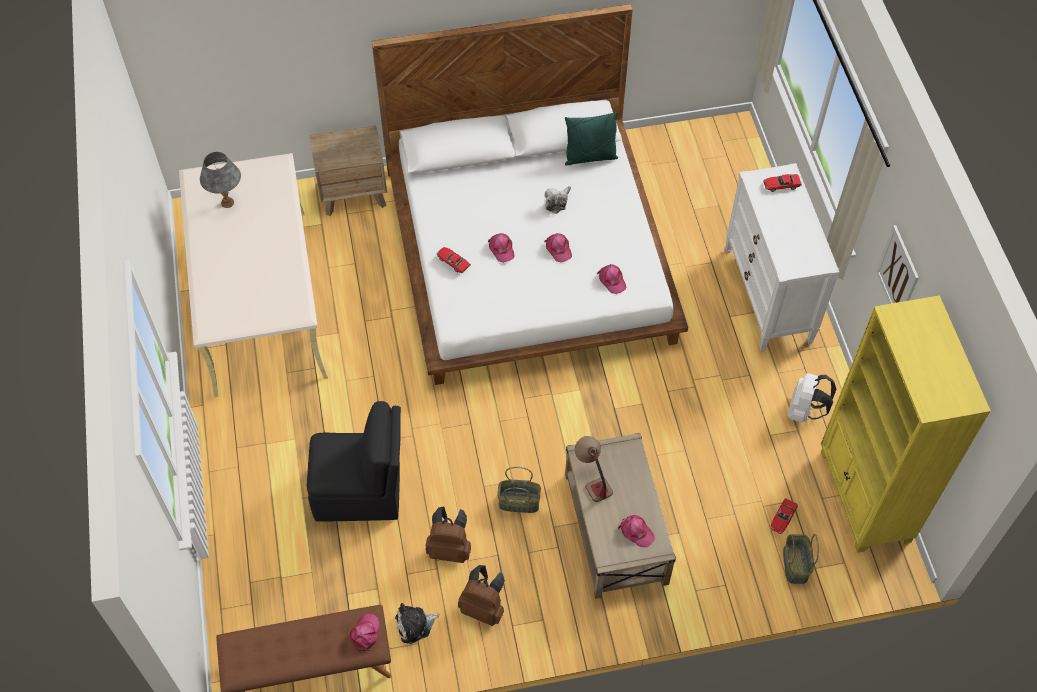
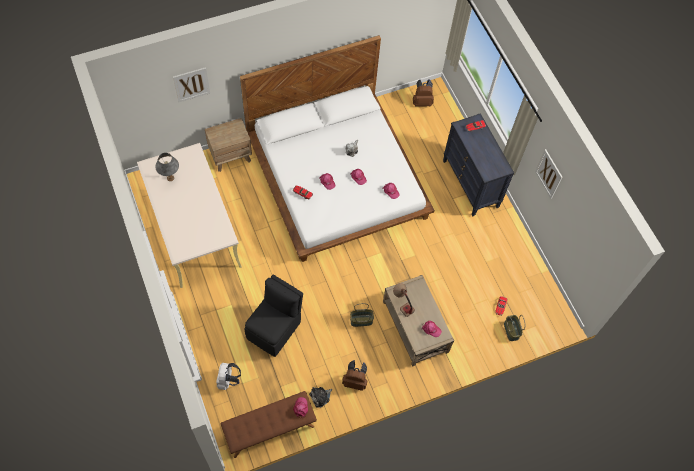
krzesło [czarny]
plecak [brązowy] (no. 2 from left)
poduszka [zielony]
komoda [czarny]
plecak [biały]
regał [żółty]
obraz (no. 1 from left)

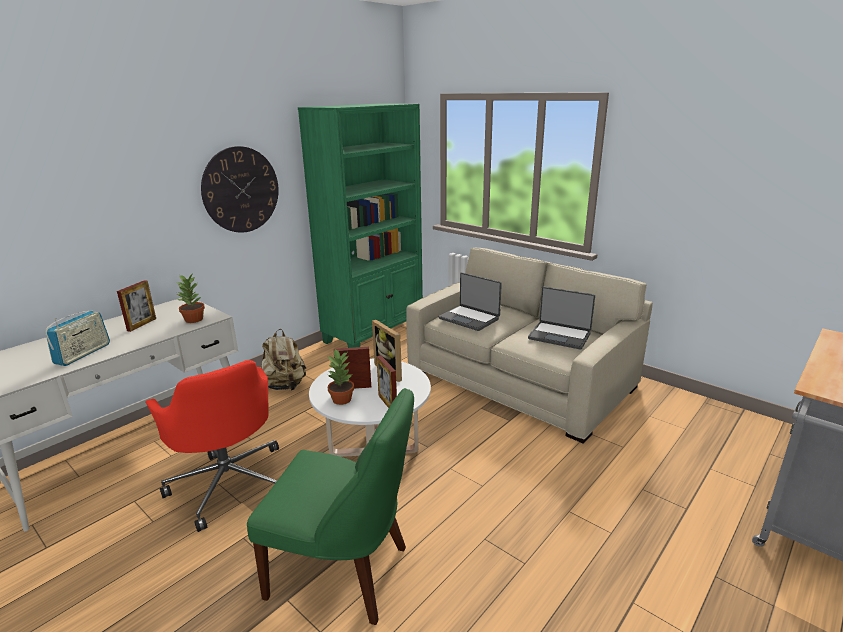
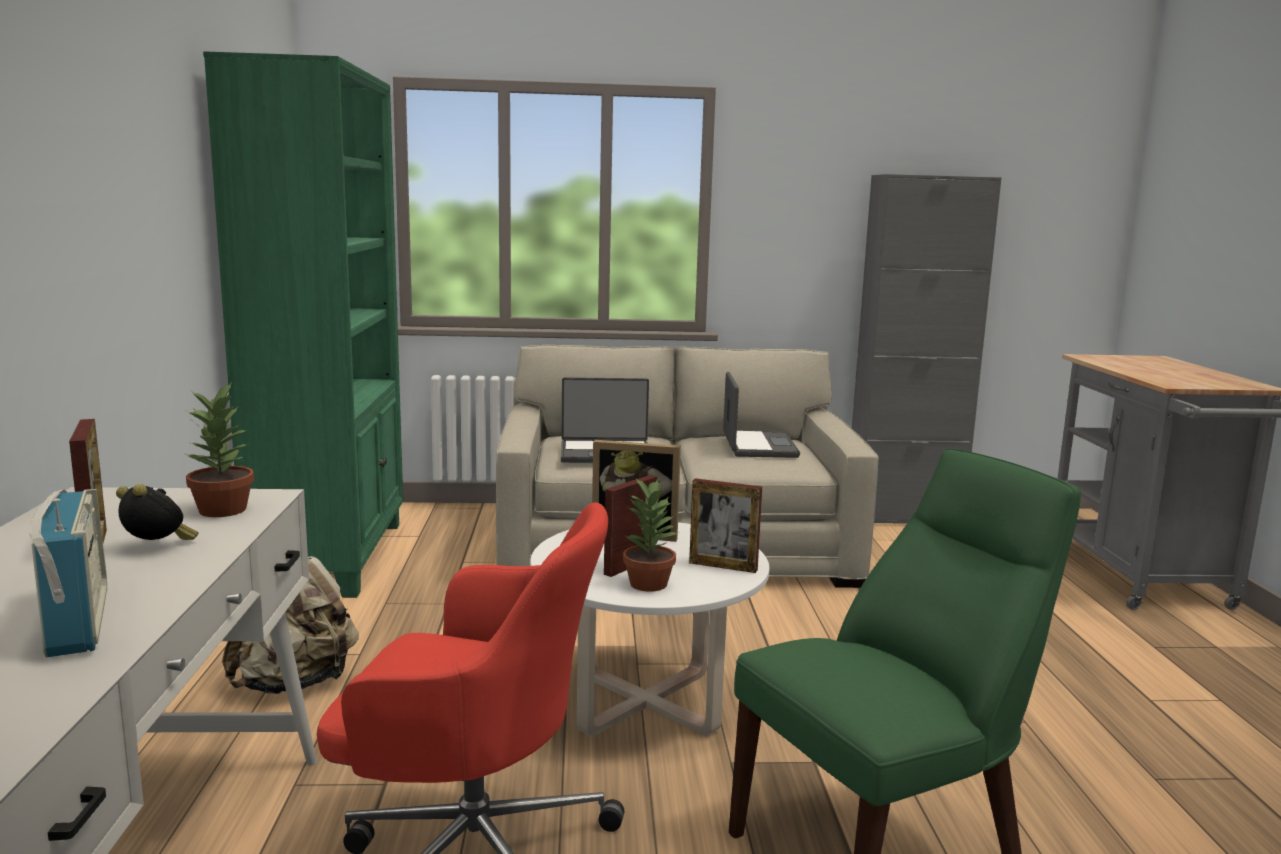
zegar ścienny
laptop (no. 2 from left)
budzik
szafka [szary]

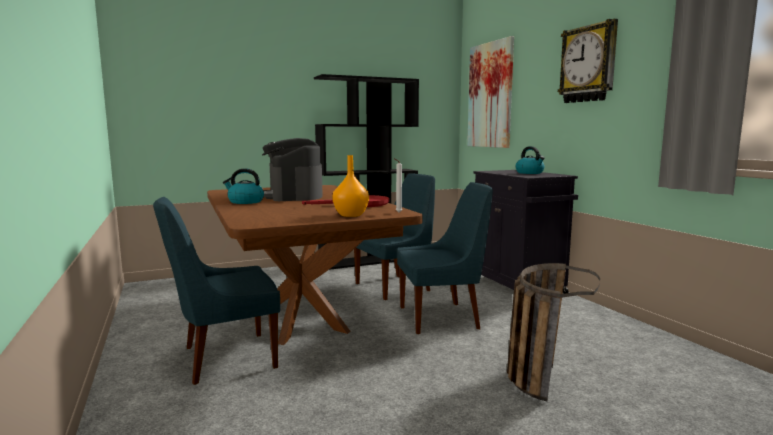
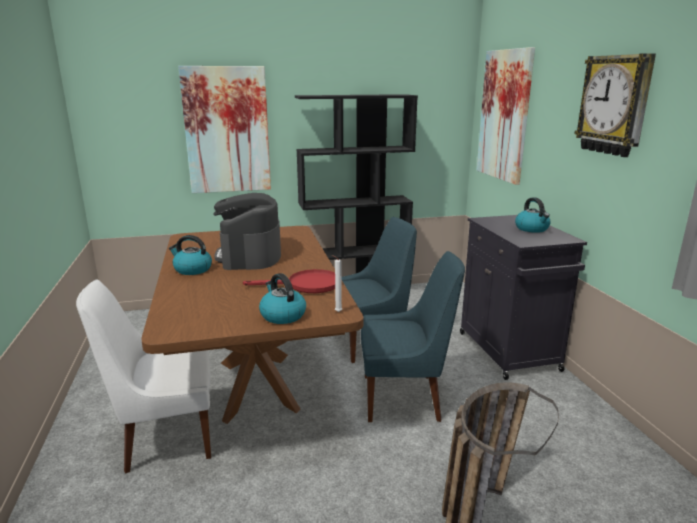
krzesło [biały]
czajnik (no. 2 from left)
obraz (no. 1 from left)

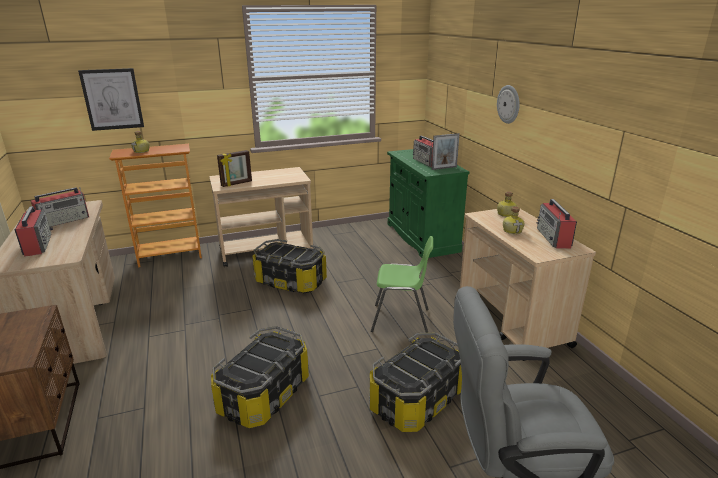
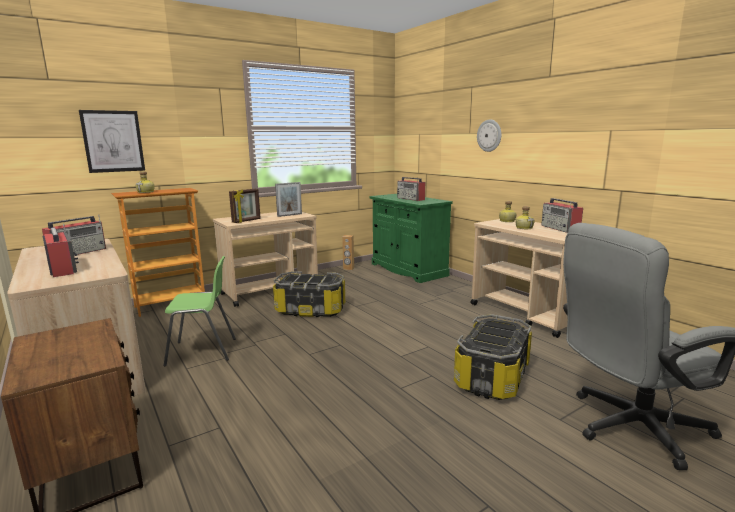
pojemnik do przechowywania (no. 1 from left in the first image)
krzesło [zielony]
ramka na zdjęcie (no. 2 from left)
głośnik [brązowy]

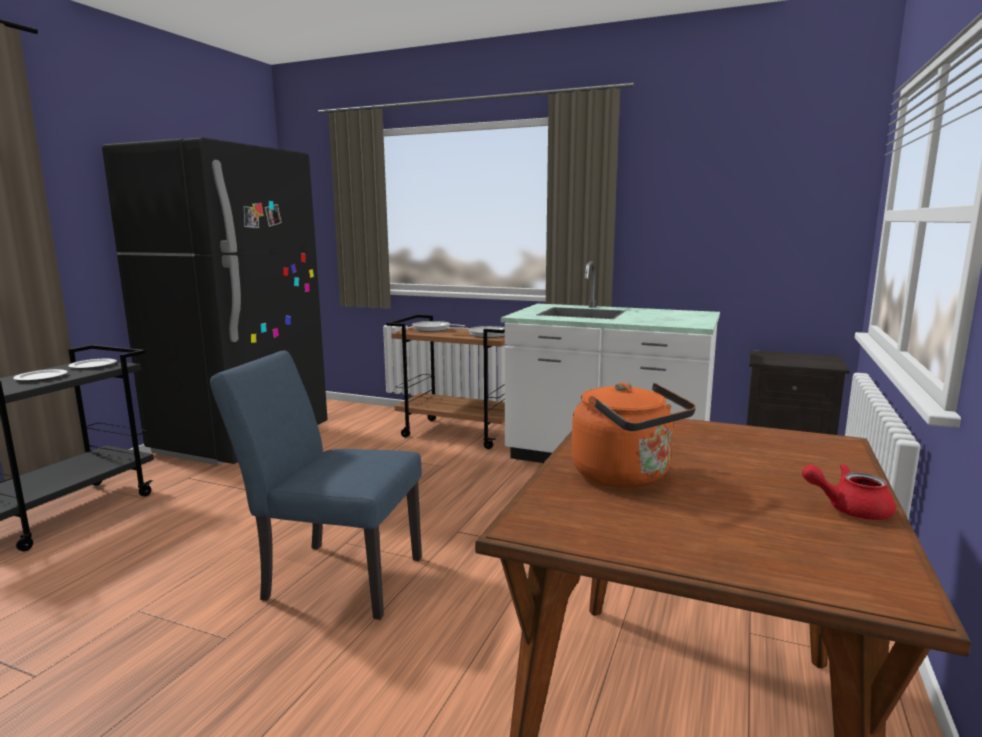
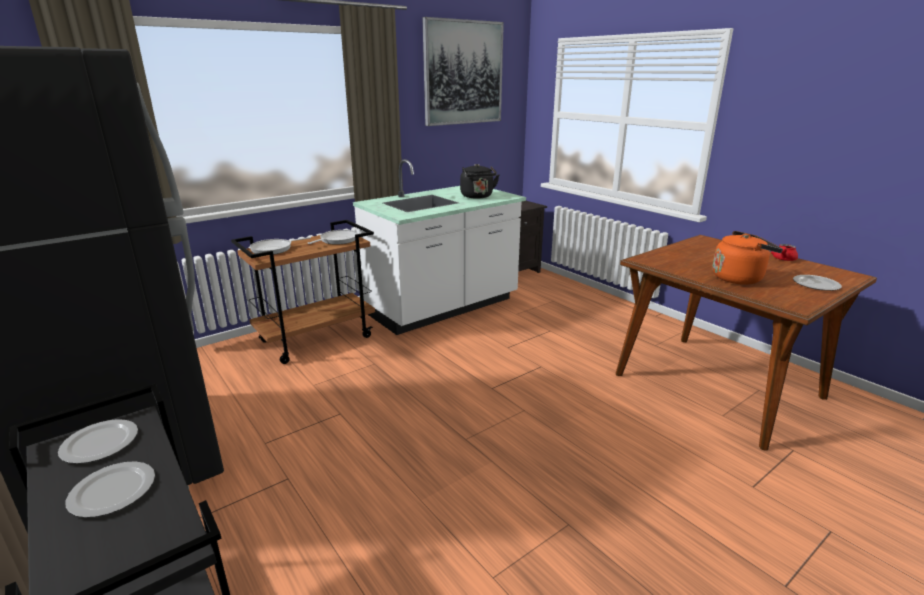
krzesło [niebieski]
obraz
czajnik [czarny]
talerz (no. 3 from left)

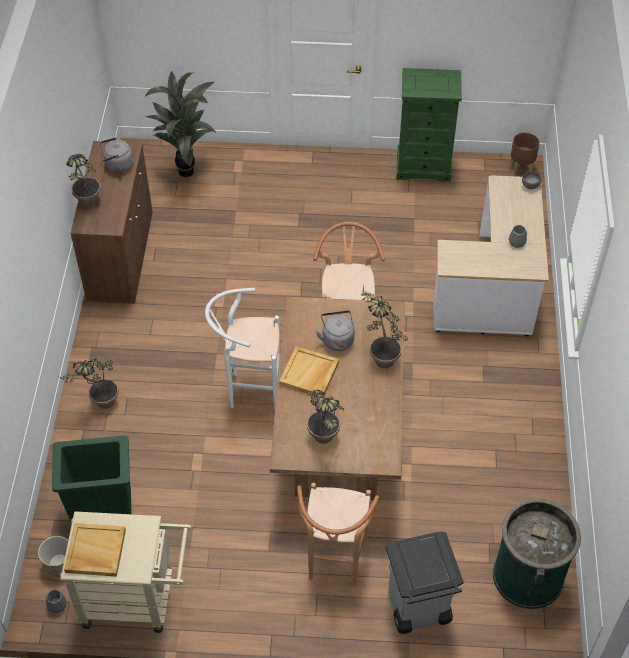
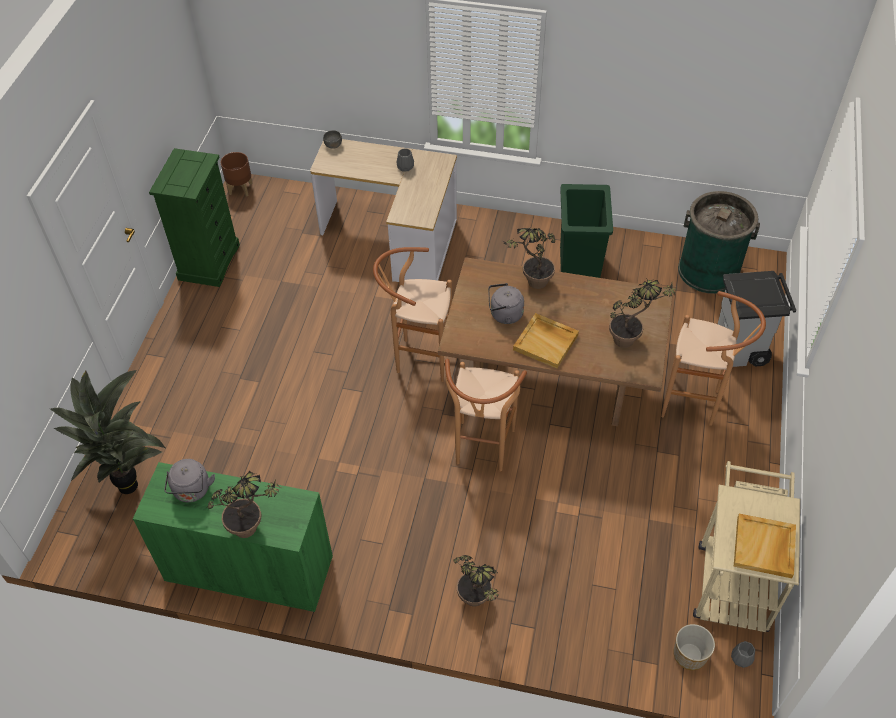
kosz na śmieci [zielony] (no. 1 from left)
szafka [zielony]
stołek [brązowy] (no. 2 from left)

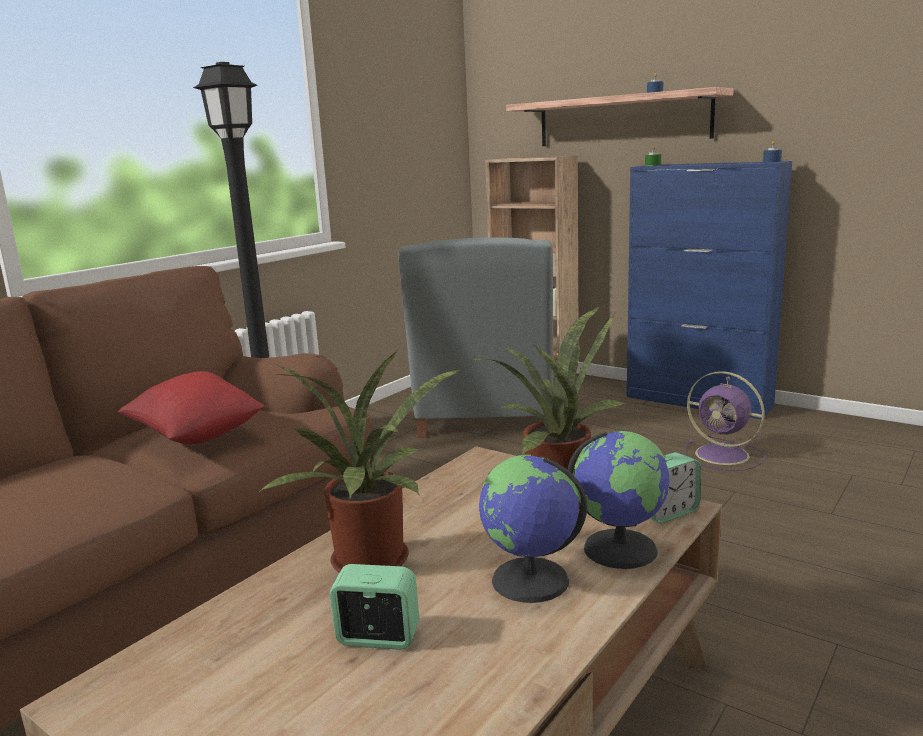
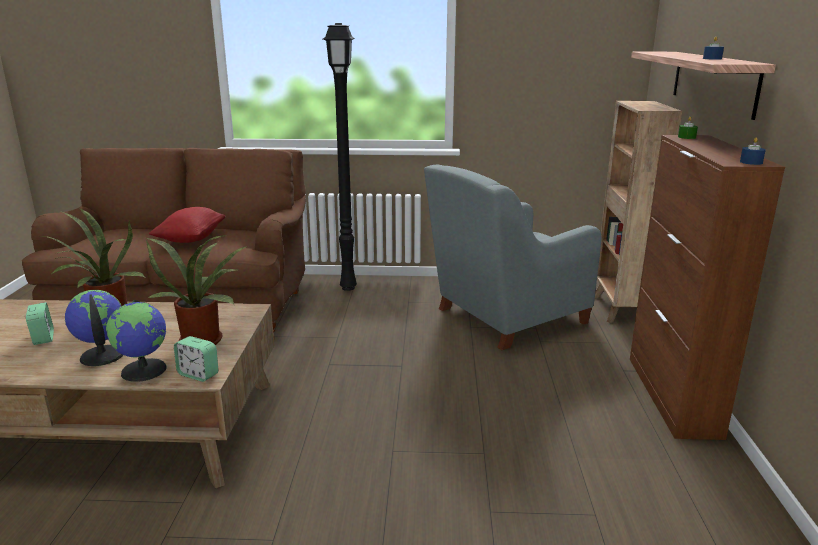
szafka [brązowy]
wentylator [fioletowy]

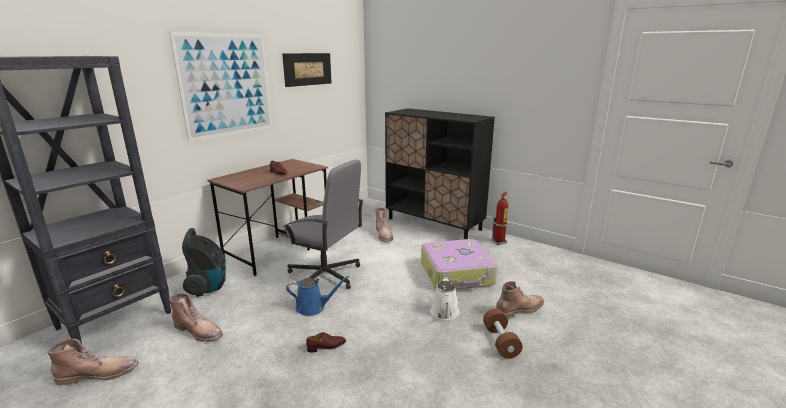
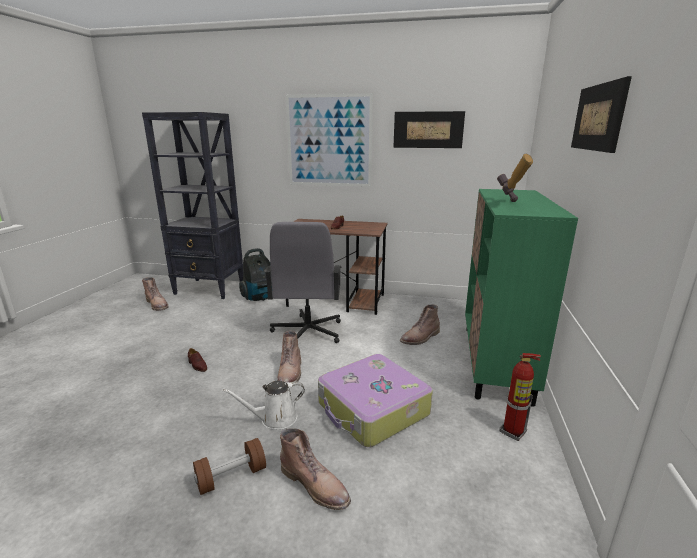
but z cholewką [brązowy] (no. 2 from left)
konewka [niebieski]
szafka [zielony]
młotek
obraz (no. 3 from left)

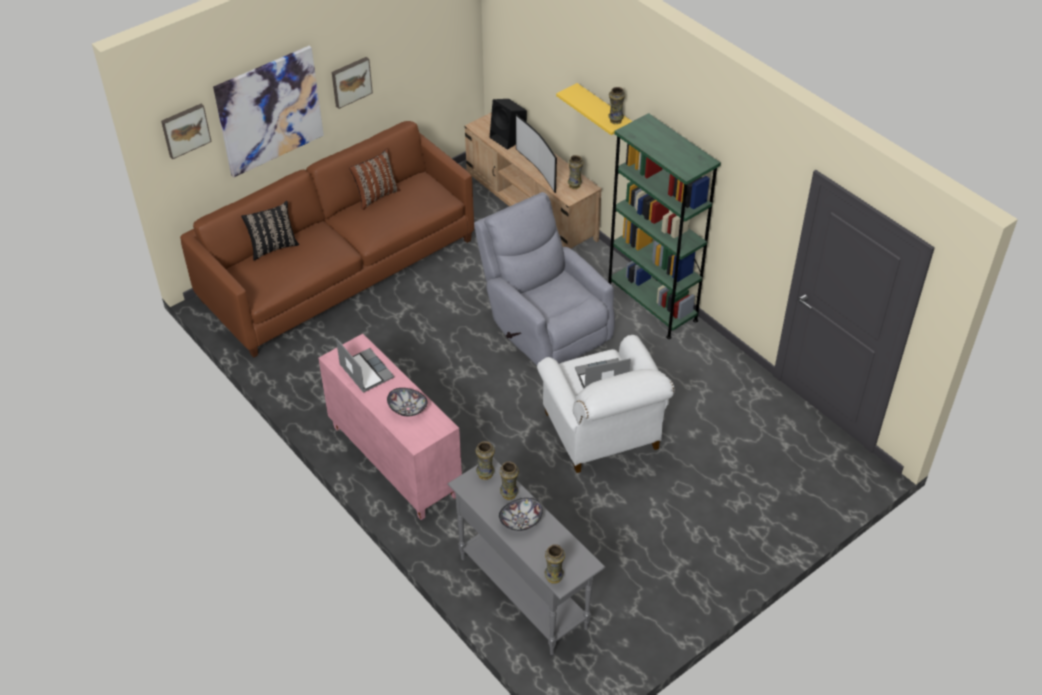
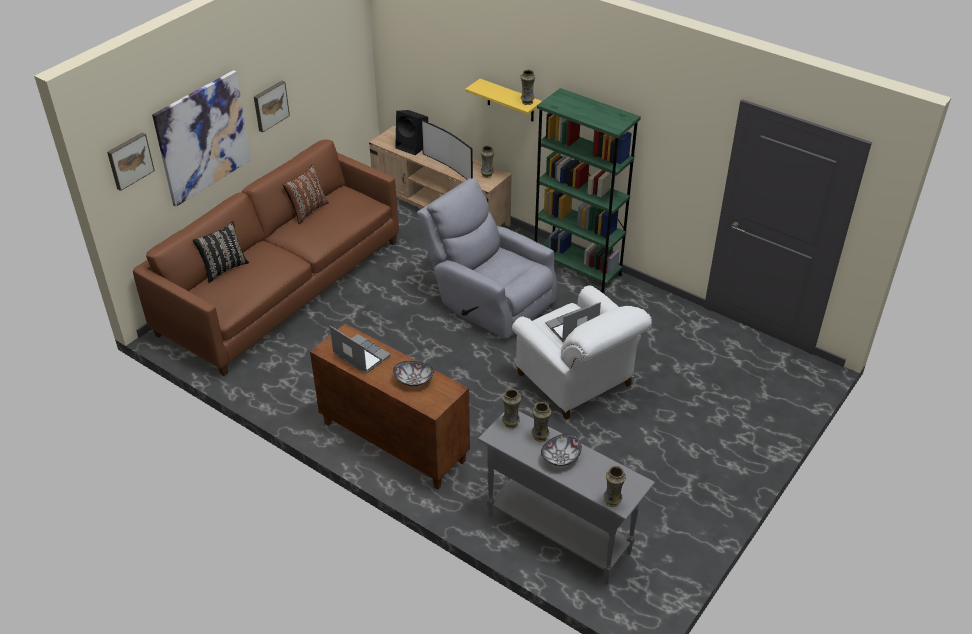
szafka [brązowy]

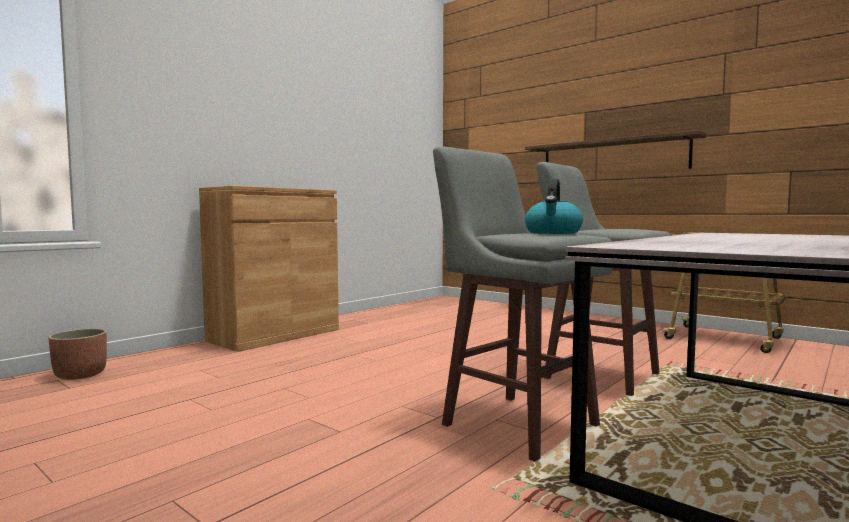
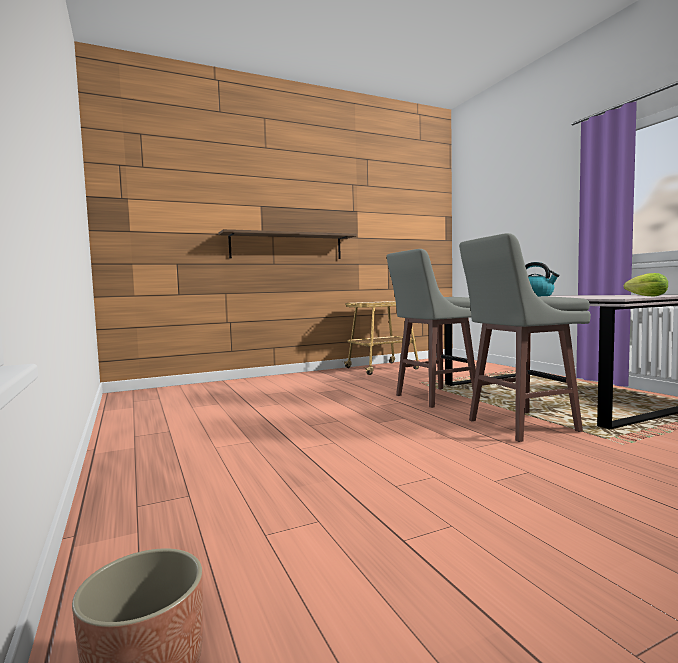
szafka [brązowy]
sałata

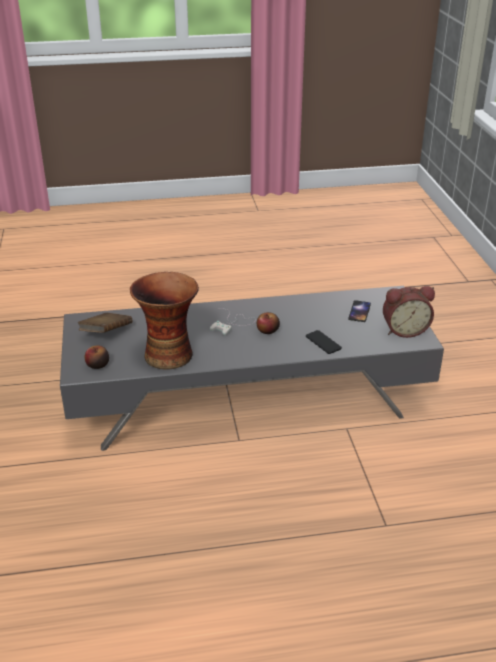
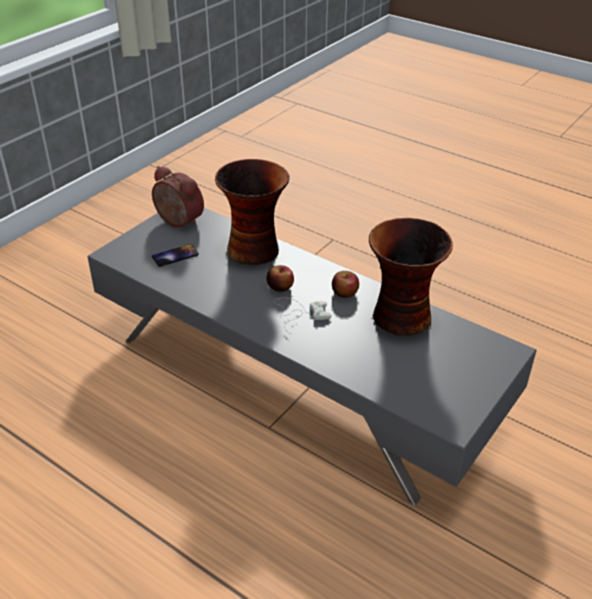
książka [brązowy]
jabłko (no. 2 from left)
wazon (no. 1 from left)

